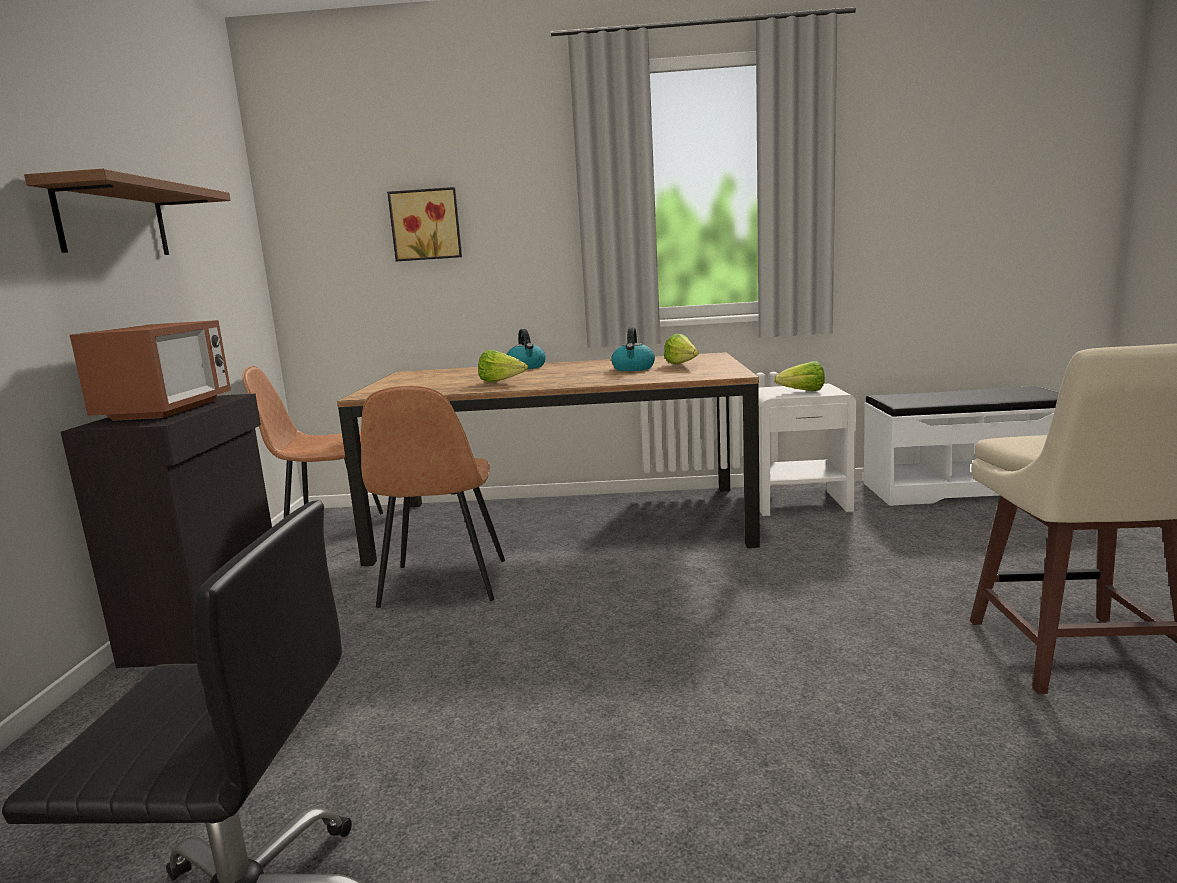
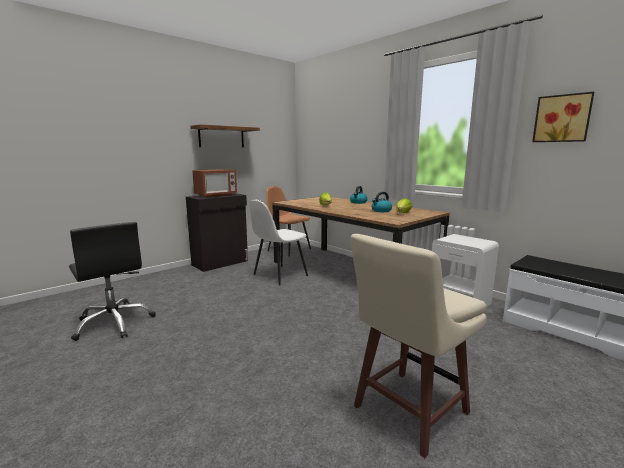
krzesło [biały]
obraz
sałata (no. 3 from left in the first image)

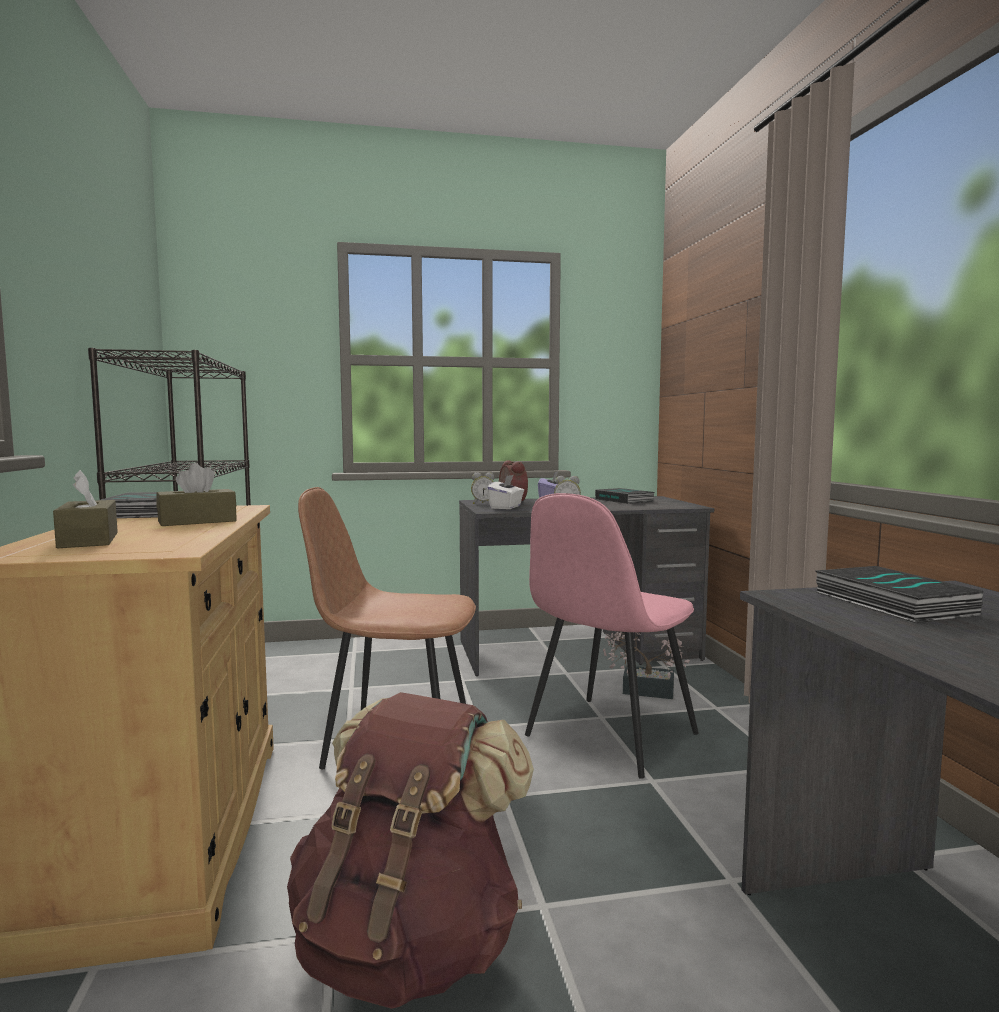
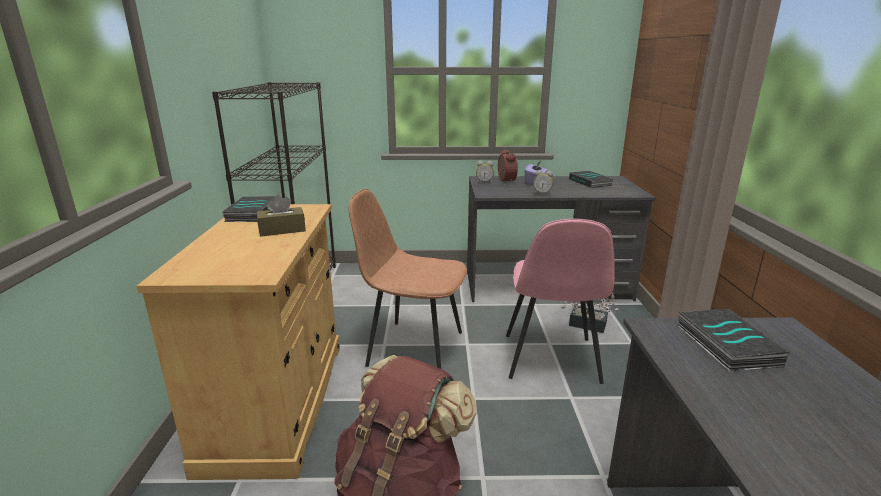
pudełko chusteczek [brązowy] (no. 1 from left in the first image)
pudełko chusteczek [biały]
krzesło [różowy]

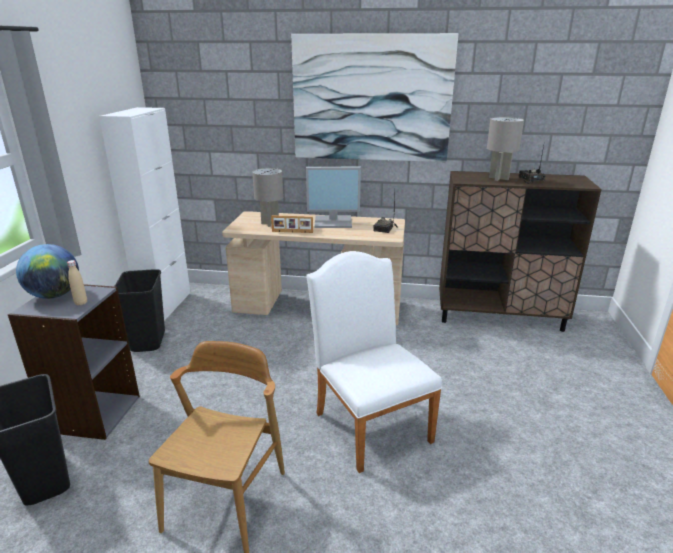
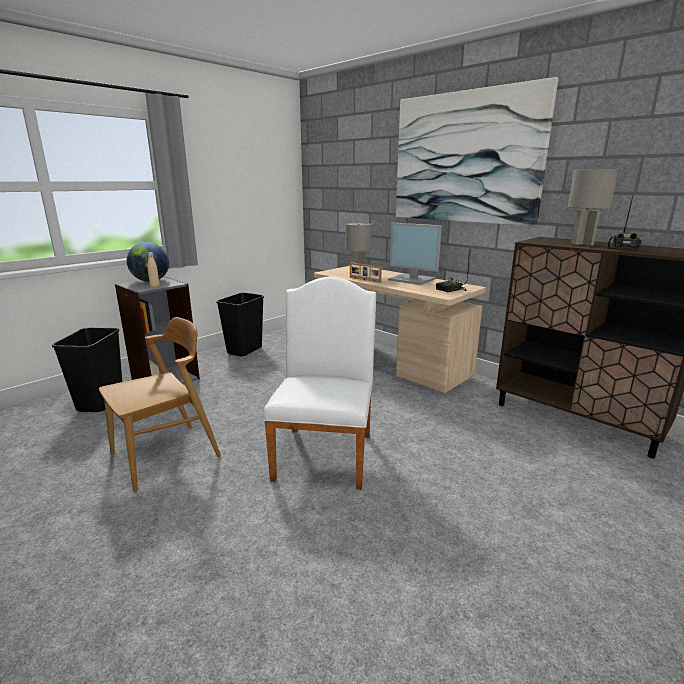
szafka [biały]

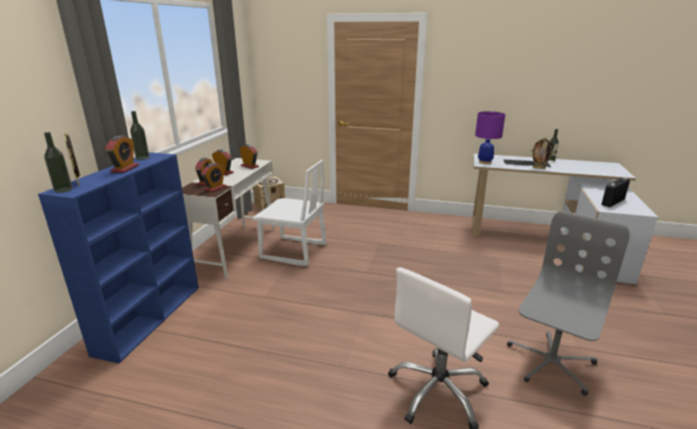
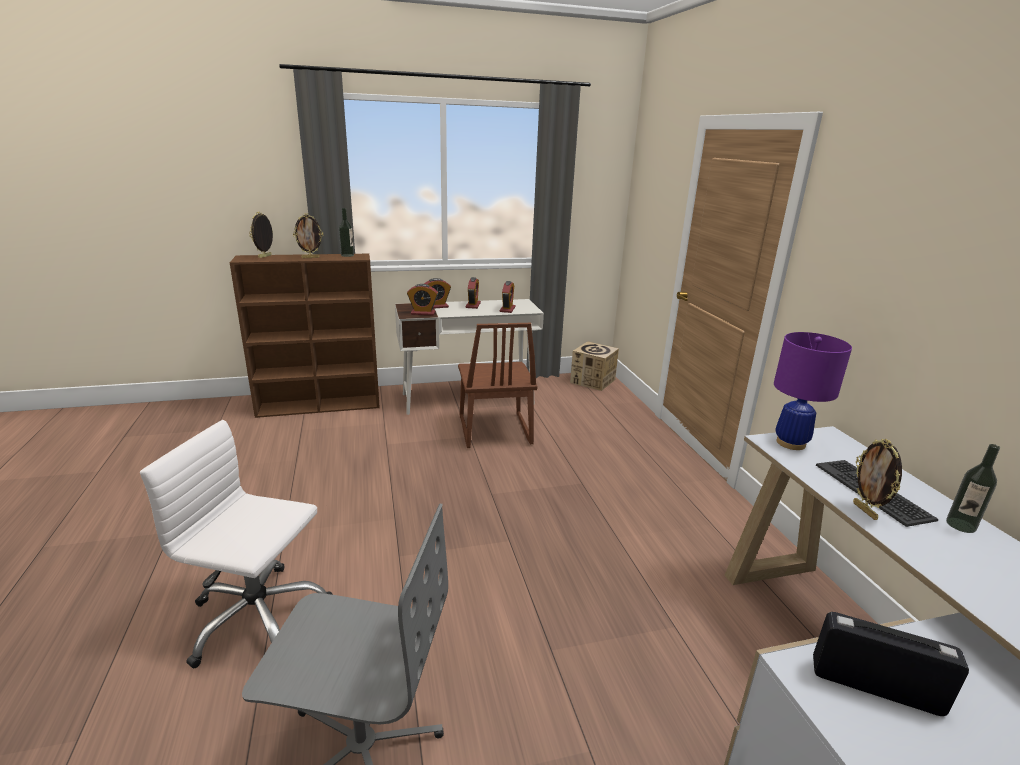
regał [brązowy]
butelka (no. 1 from left in the first image)
ramka na zdjęcie (no. 2 from left)
krzesło [brązowy]

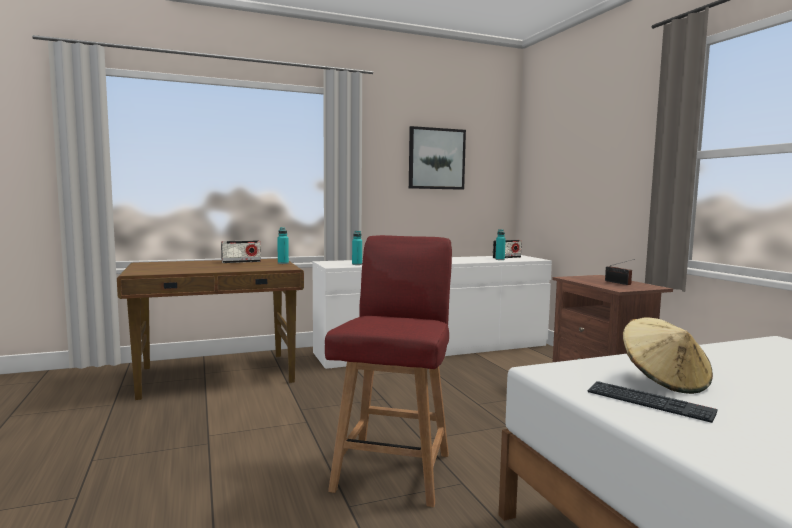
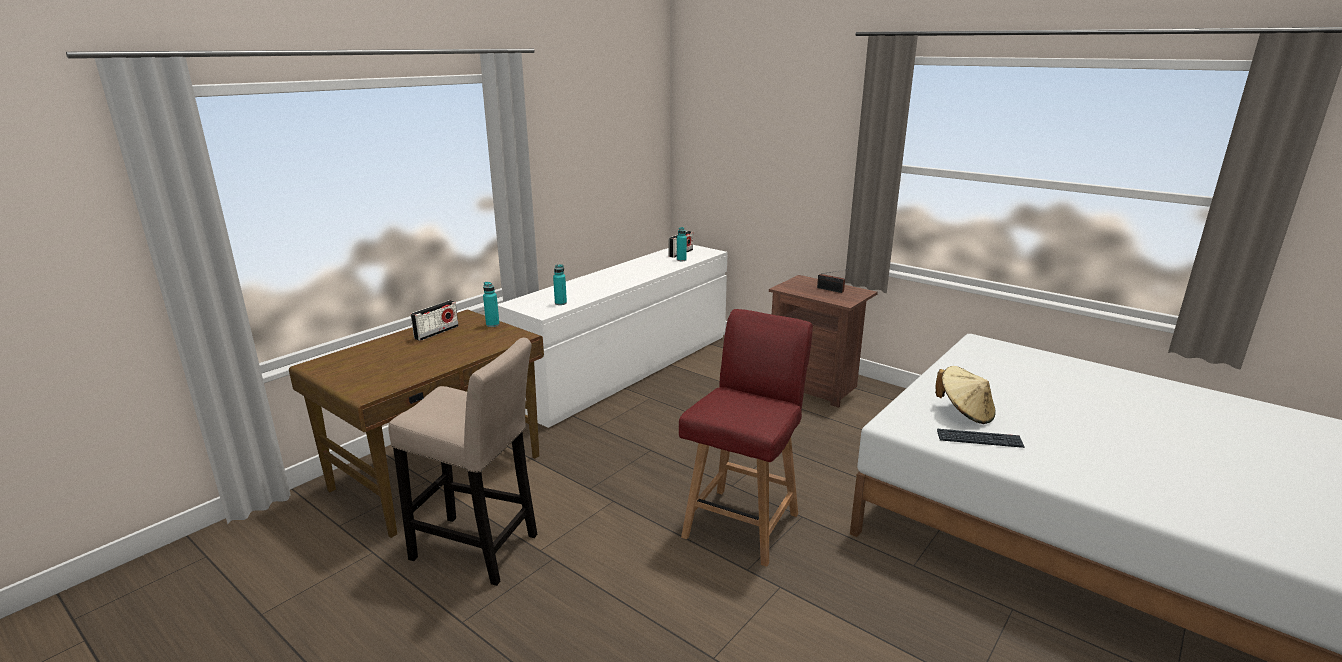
krzesło [czerwony]
obraz
stołek [beżowy]

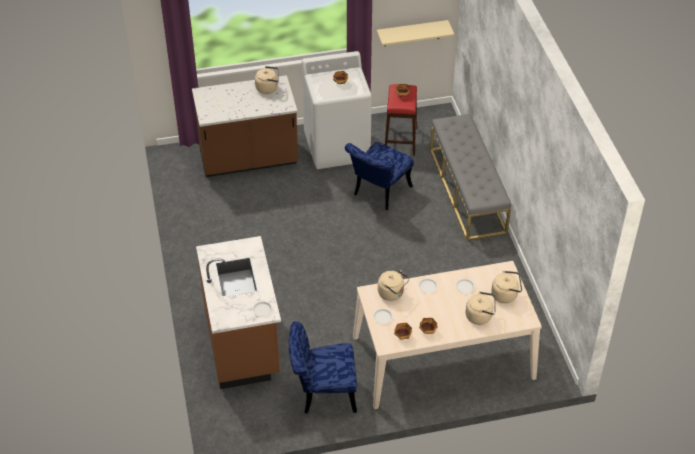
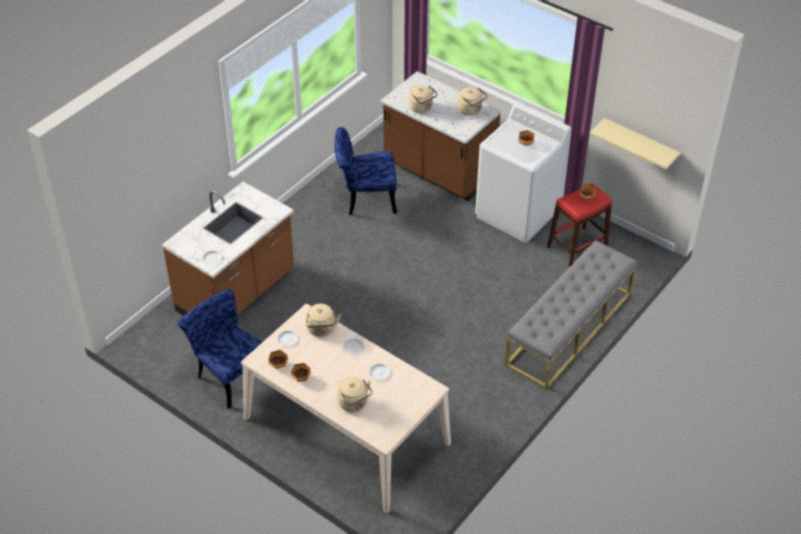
krzesło [niebieski] (no. 2 from left)
czajnik [beżowy] (no. 3 from left)

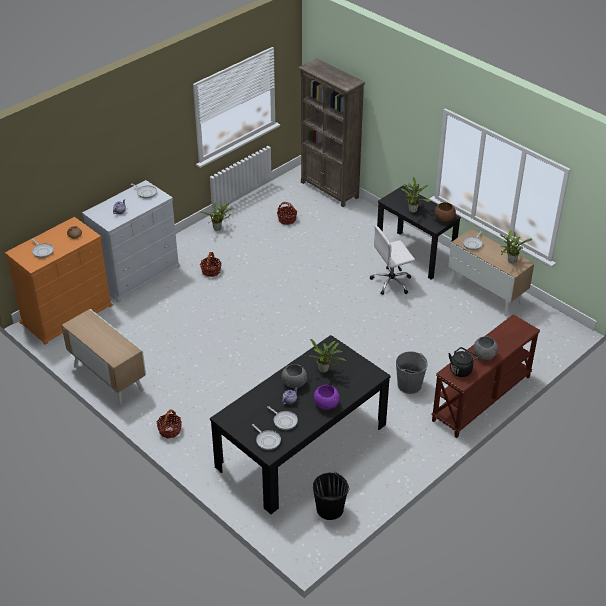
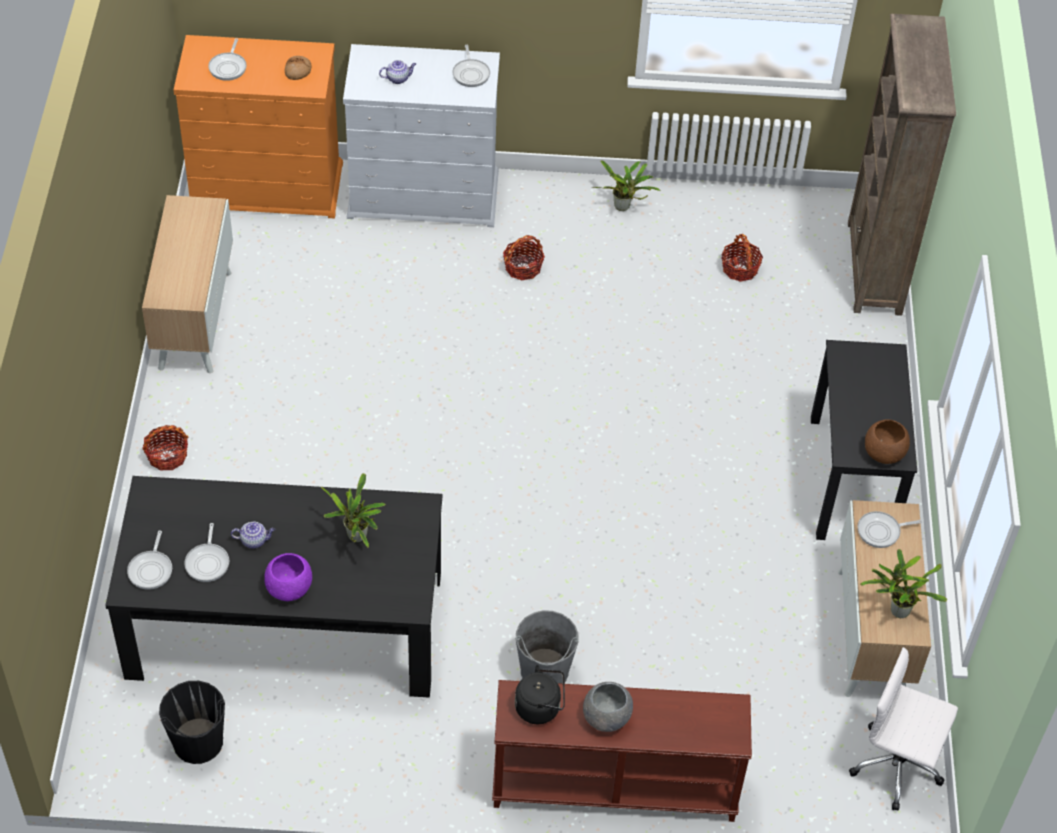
miska [szary] (no. 1 from left in the first image)
krzesło biurowe [biały]
roślina doniczkowa (no. 3 from left in the first image)

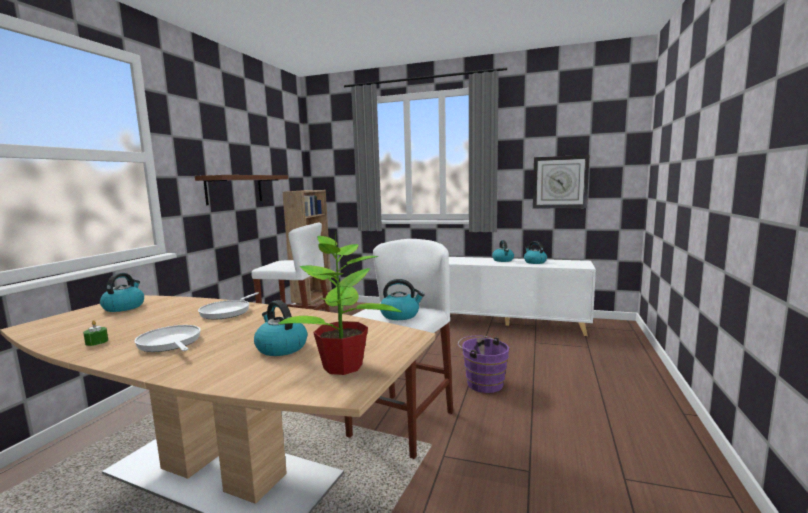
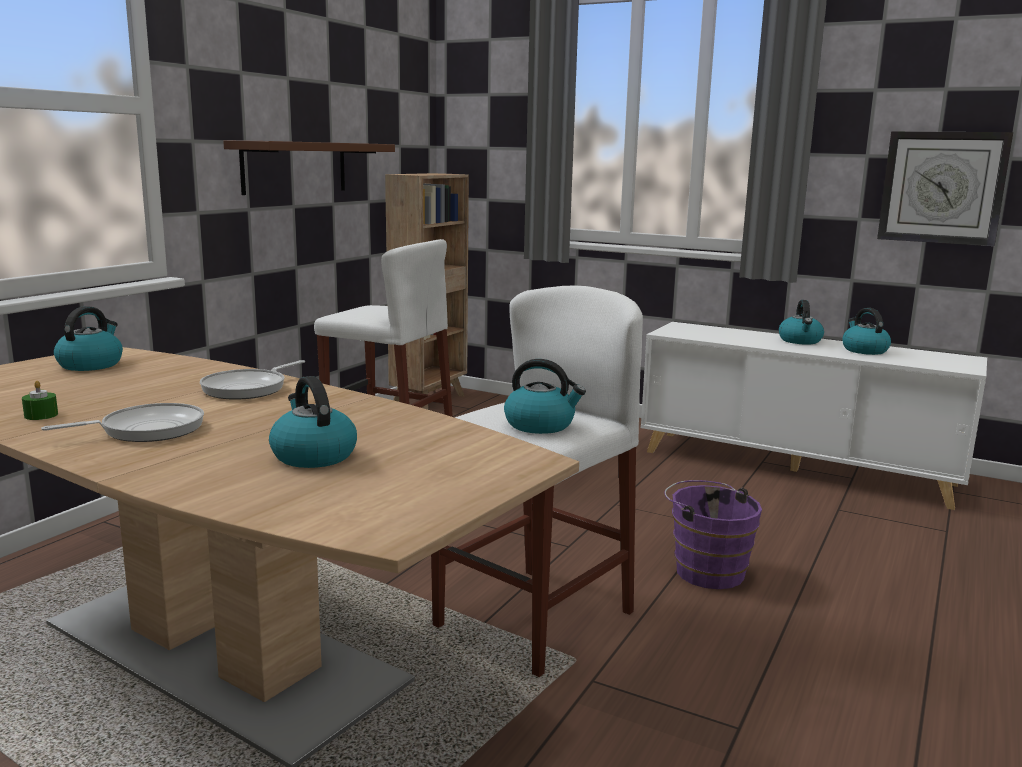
patelnia (no. 1 from left)
roślina doniczkowa

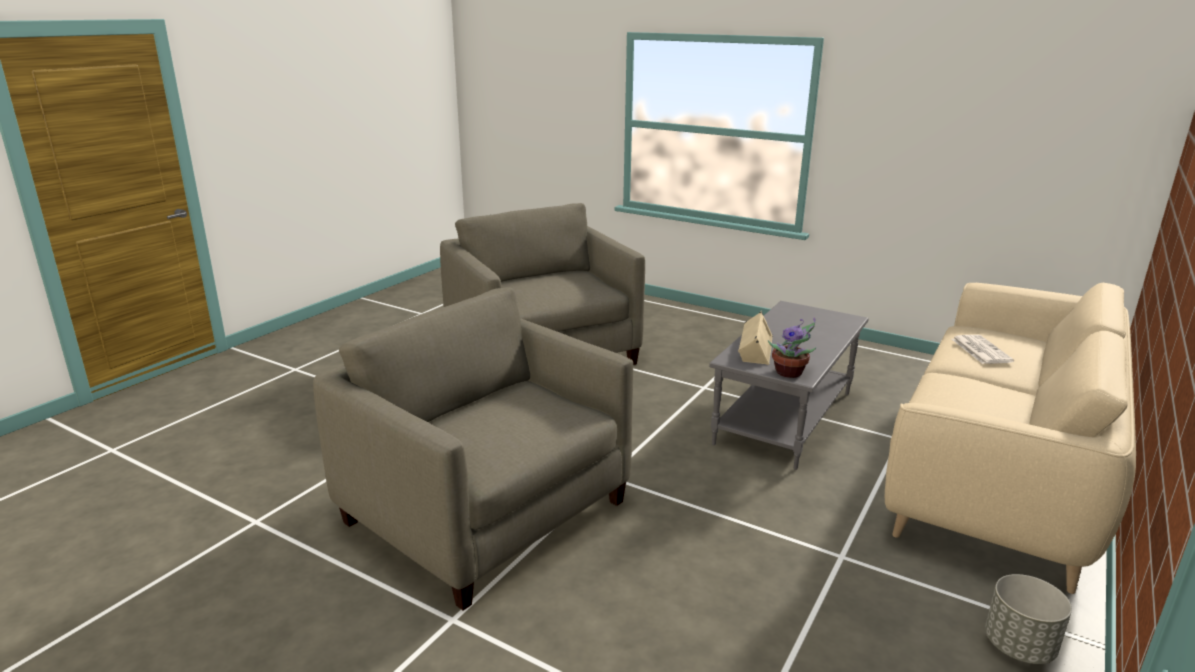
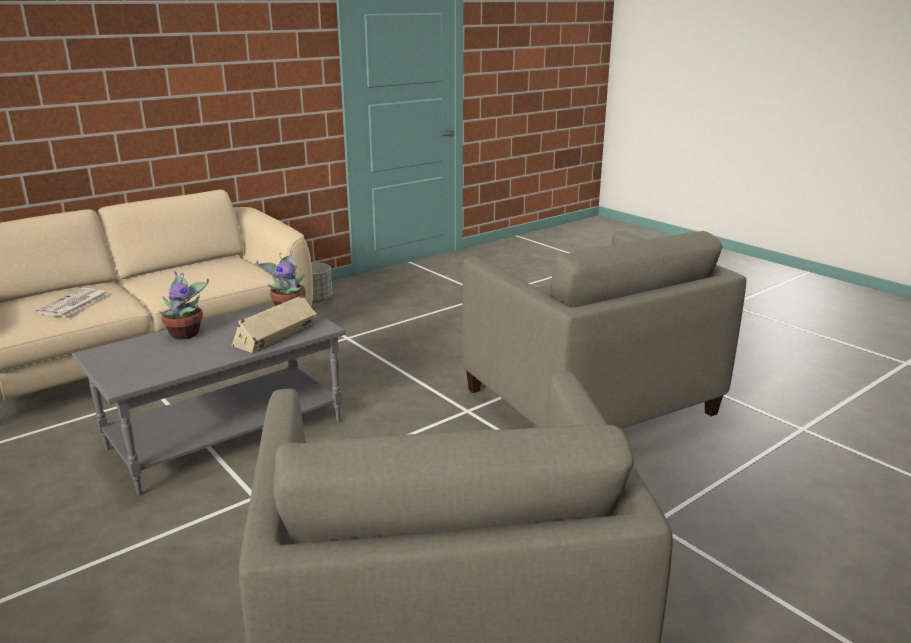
roślina doniczkowa (no. 1 from left)

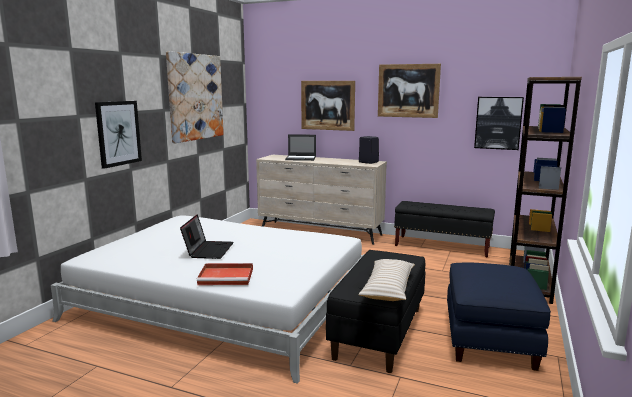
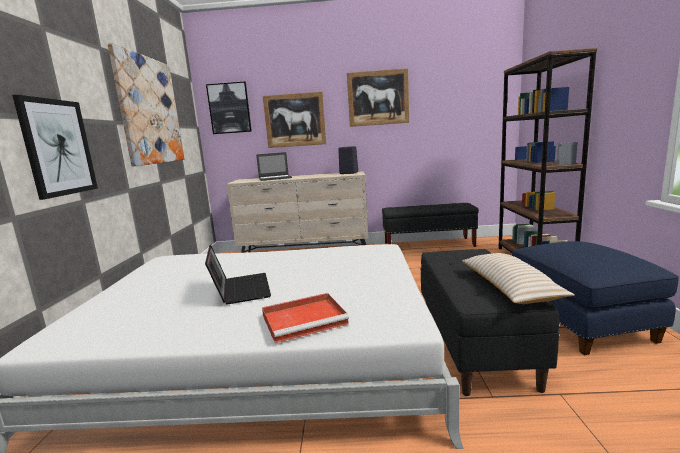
obraz (no. 3 from left)

